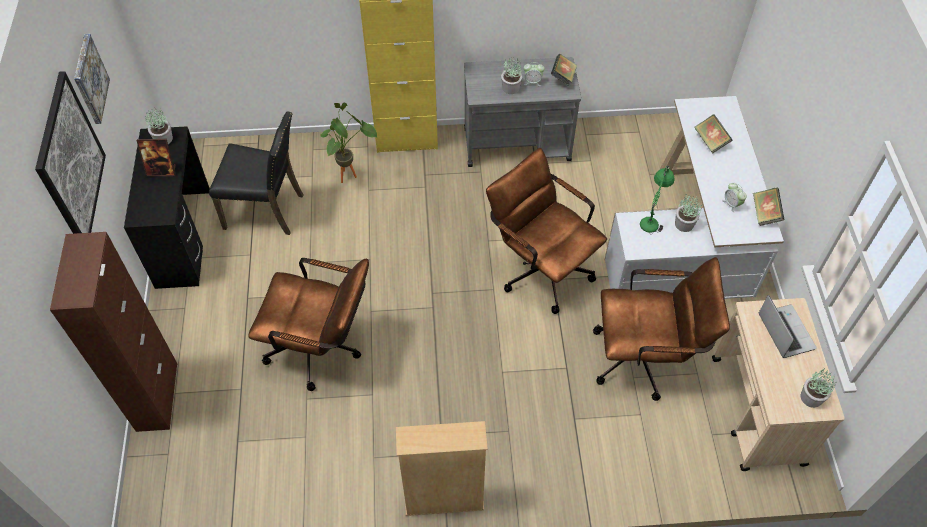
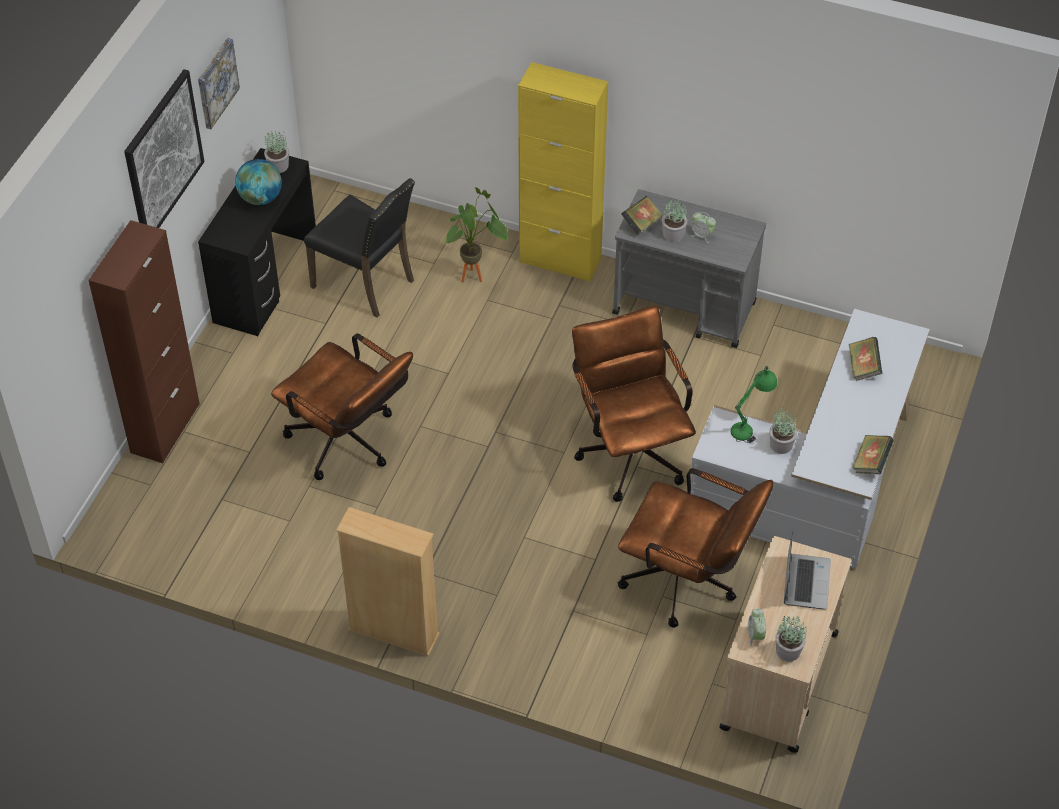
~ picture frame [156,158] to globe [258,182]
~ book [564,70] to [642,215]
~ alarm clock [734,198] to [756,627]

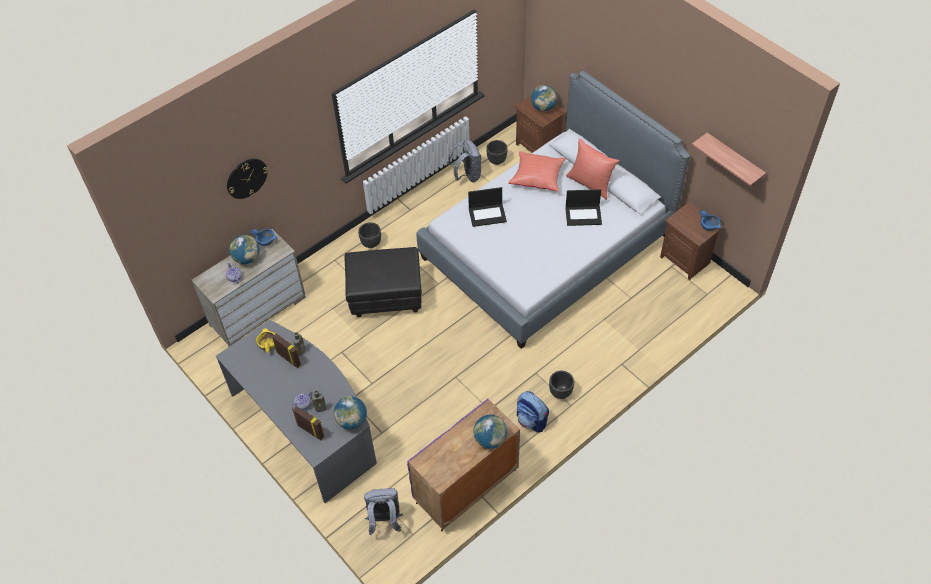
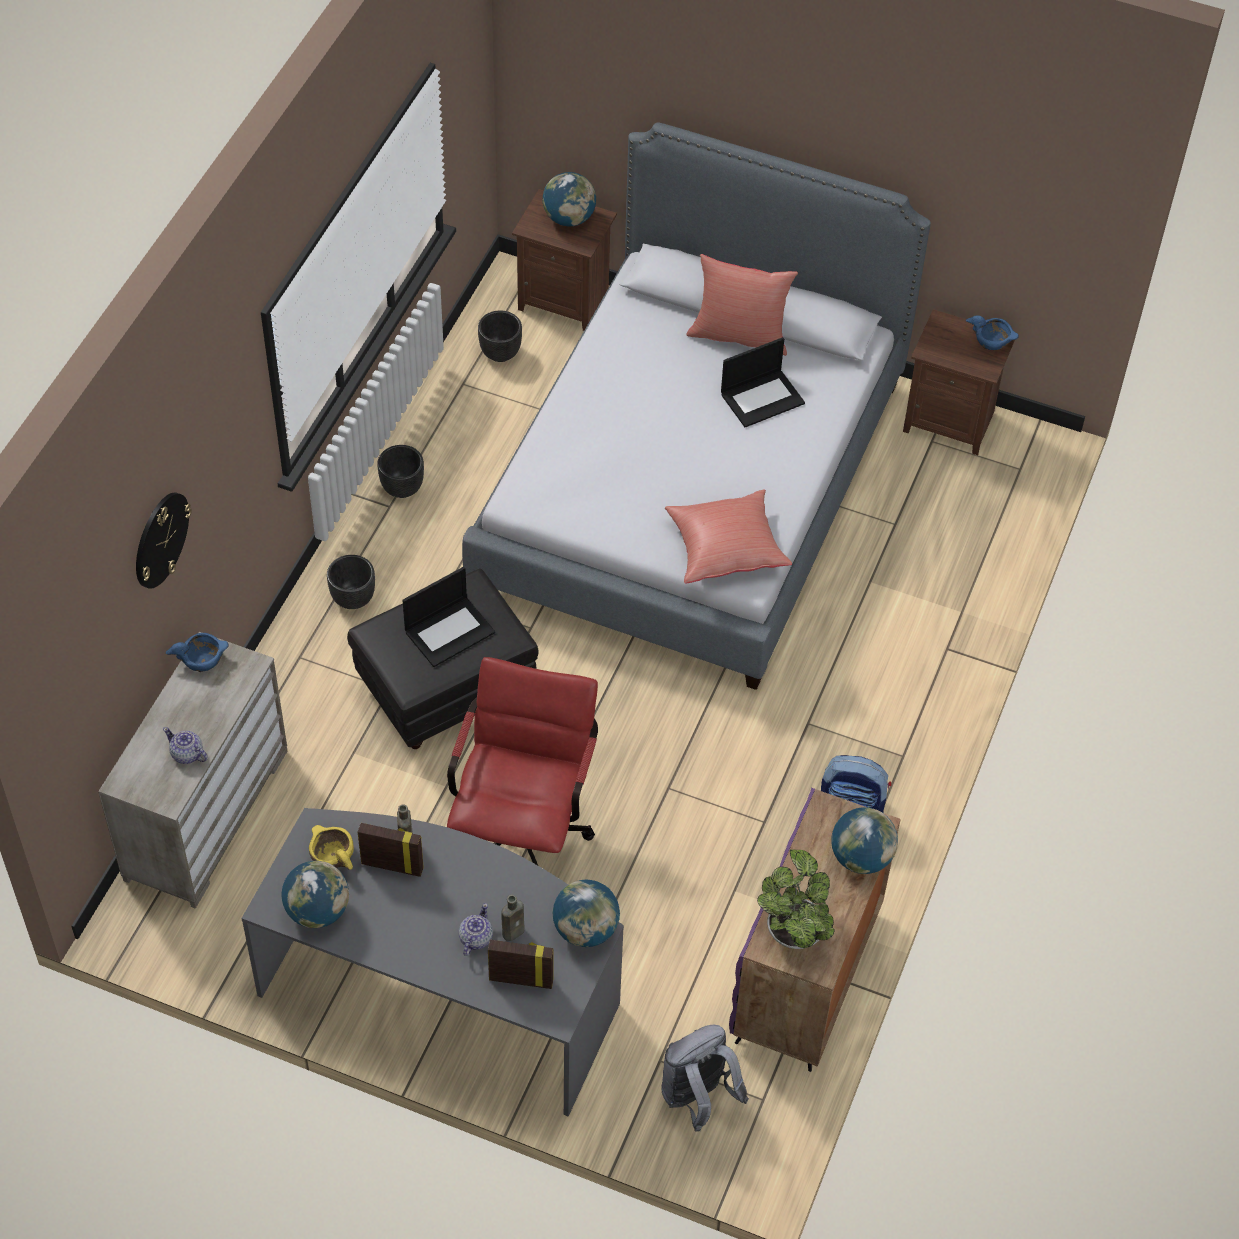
~ globe [244,249] to [315,894]
- backpack (grey) [465,161]
~ laptop [487,207] to [448,617]
~ pillow (red) [537,171] to [728,536]
~ planter (black) [561,385] to [400,471]
- shelf [729,159]
+ office chair (red) [522,761]
+ potted plant [796,899]

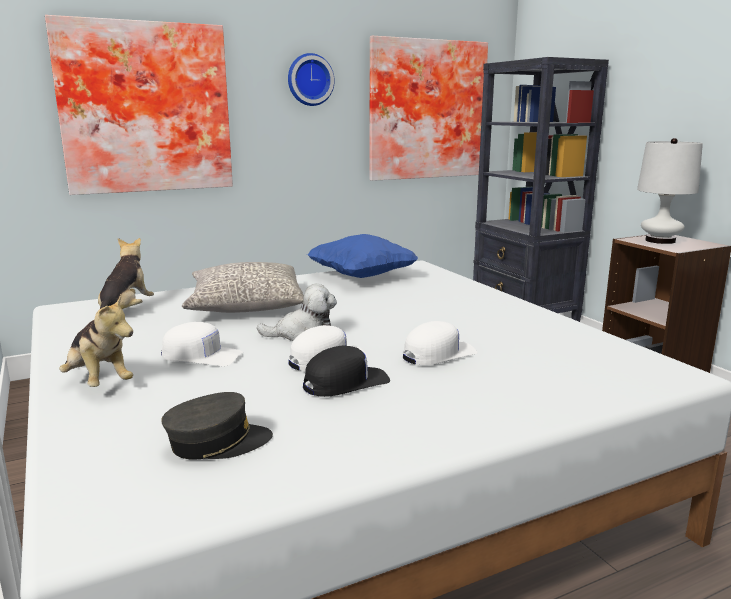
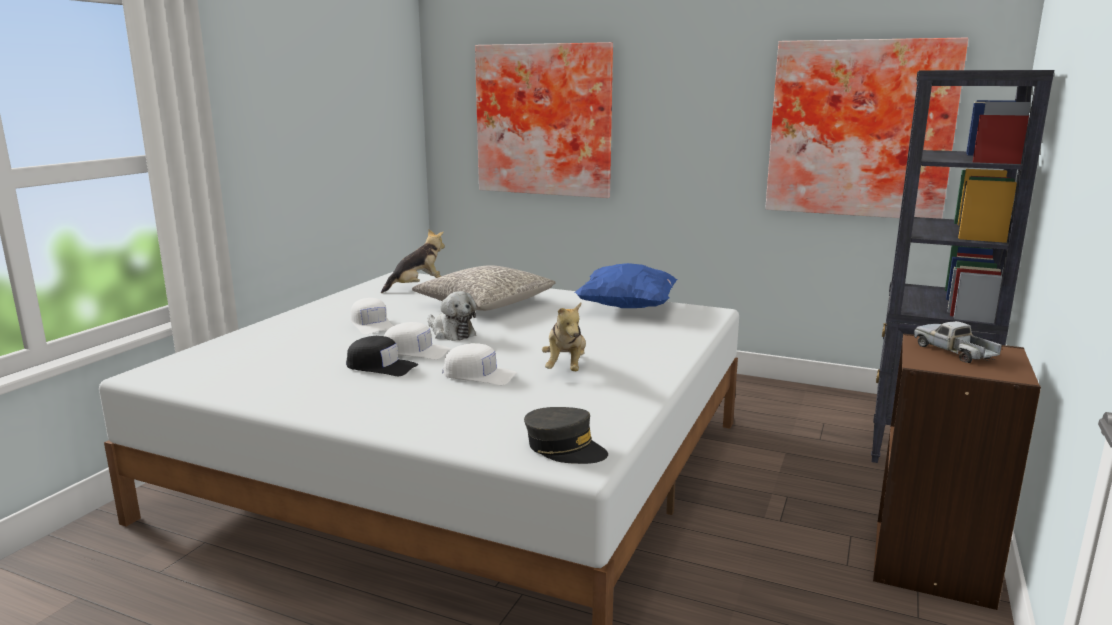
~ plush toy [96,341] to [564,336]
~ cap (grey) [217,426] to [566,435]
- wall clock [311,79]
~ table lamp (white) [670,191] to toy truck [958,342]

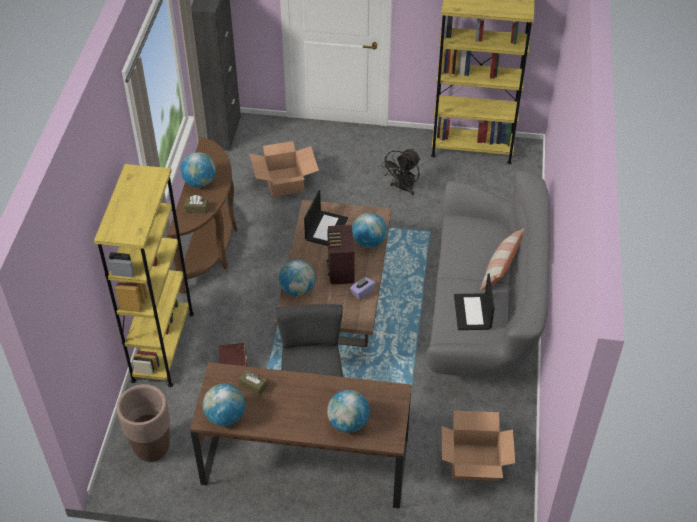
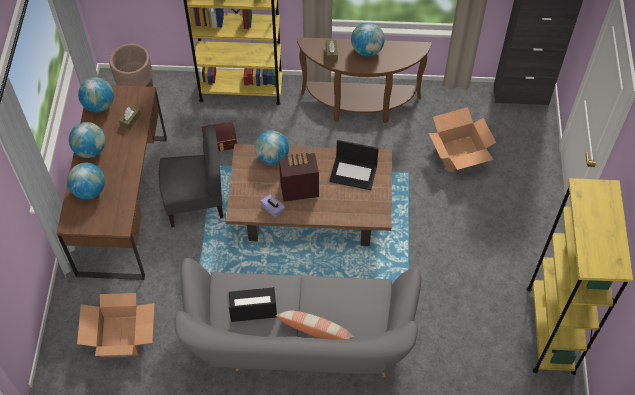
~ globe [369,230] to [87,140]
- fan (black) [401,172]

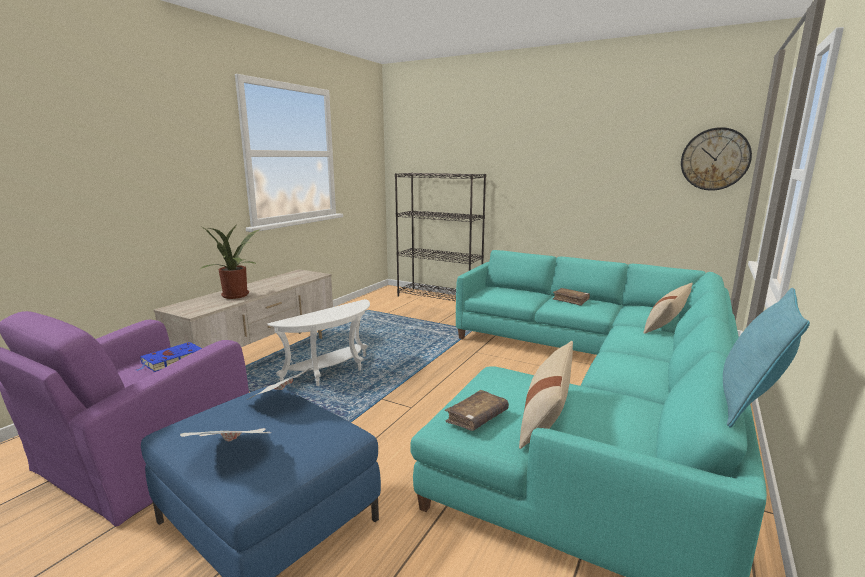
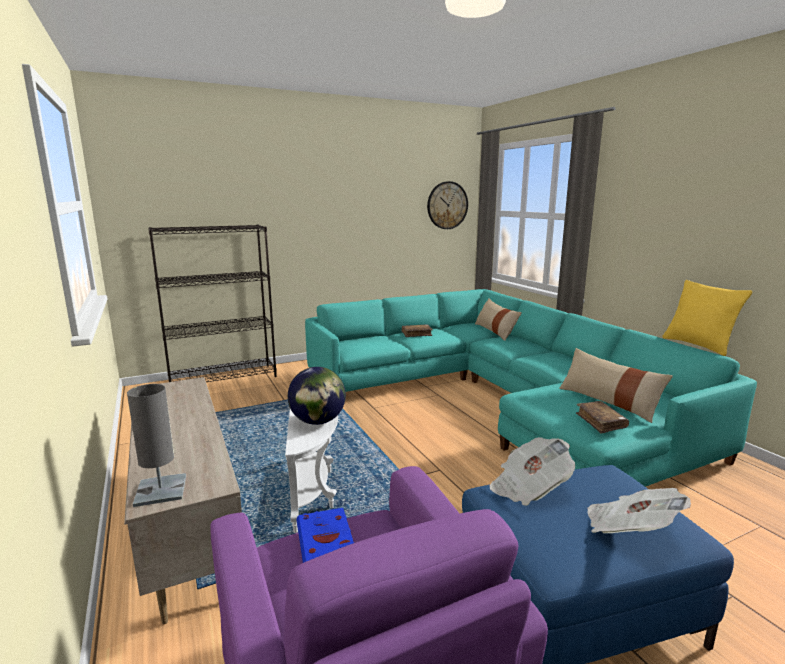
- potted plant [229,262]
~ pillow (turquoise) [766,357] to pillow (yellow) [707,318]
+ table lamp (grey) [156,445]
+ globe [317,396]

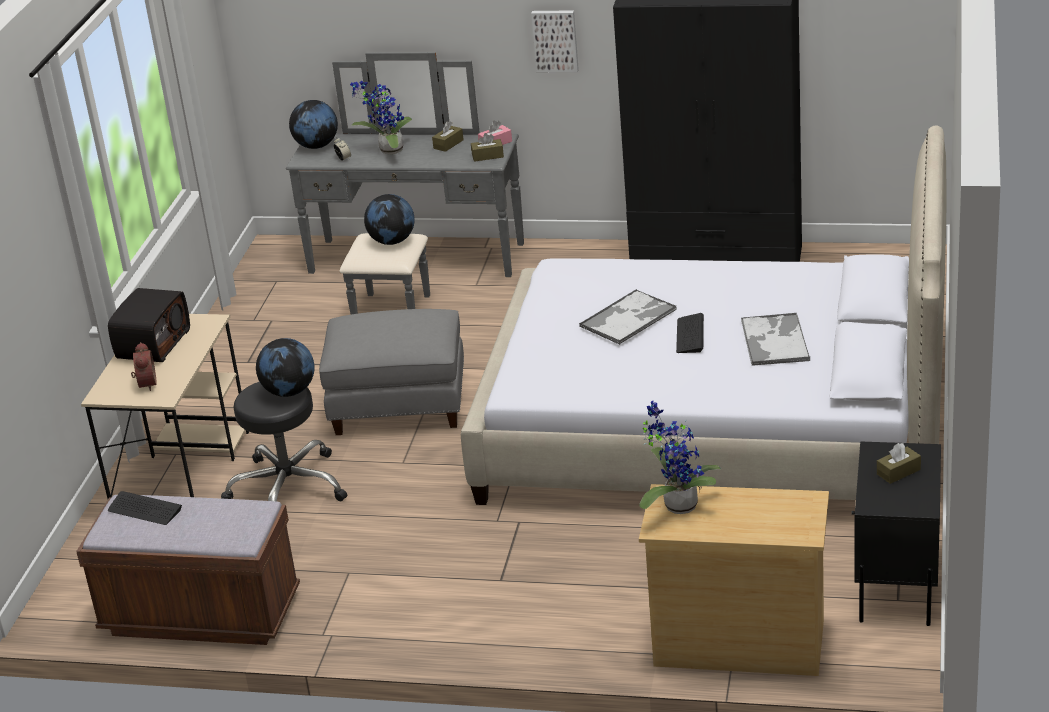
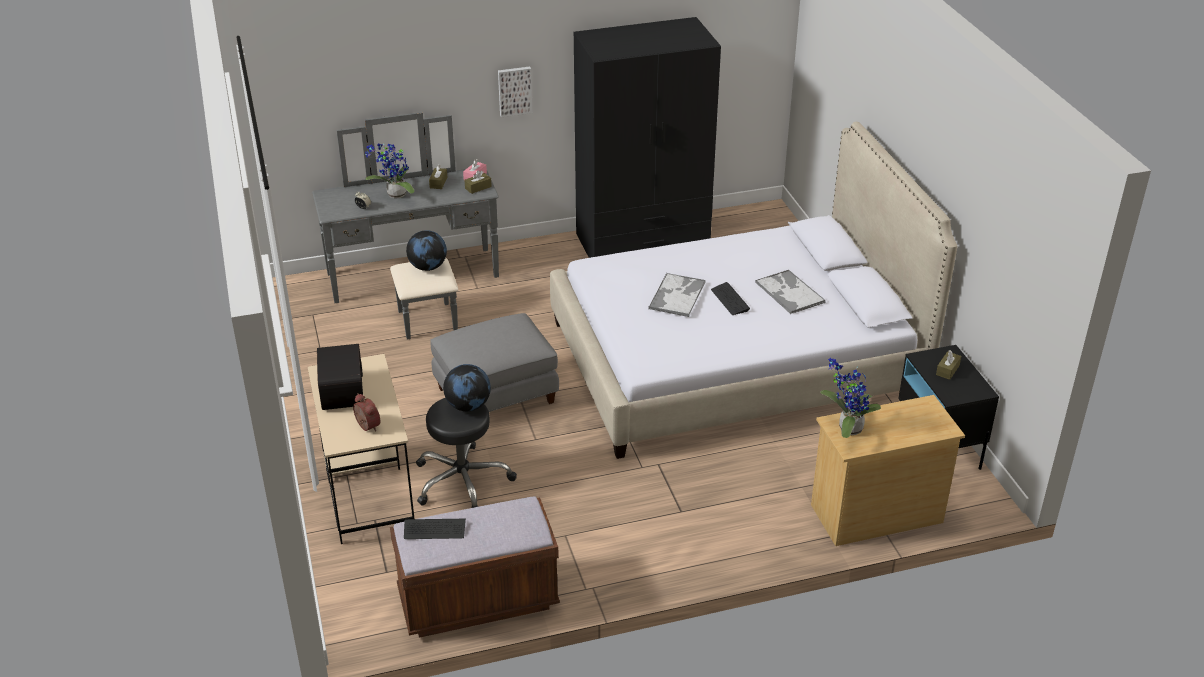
- globe [313,124]

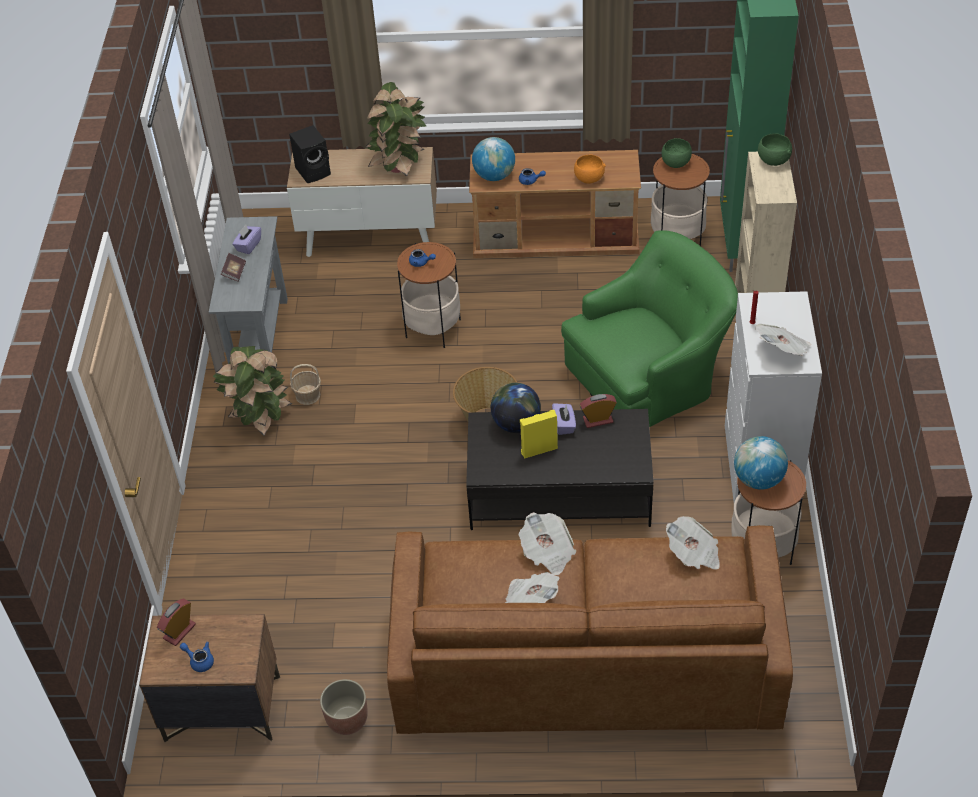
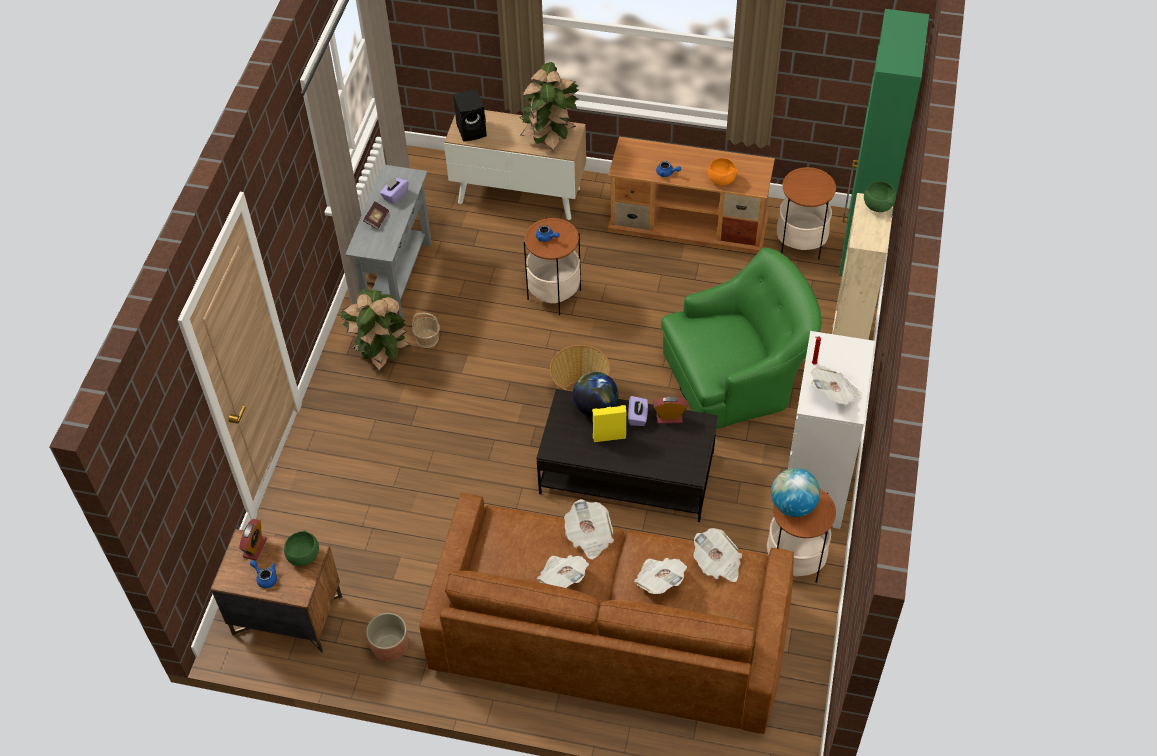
~ alarm clock [176,622] = [253,539] 150 degrees clockwise
- globe [493,159]
~ bowl (green) [676,153] to [301,548]
+ newspaper [660,576]

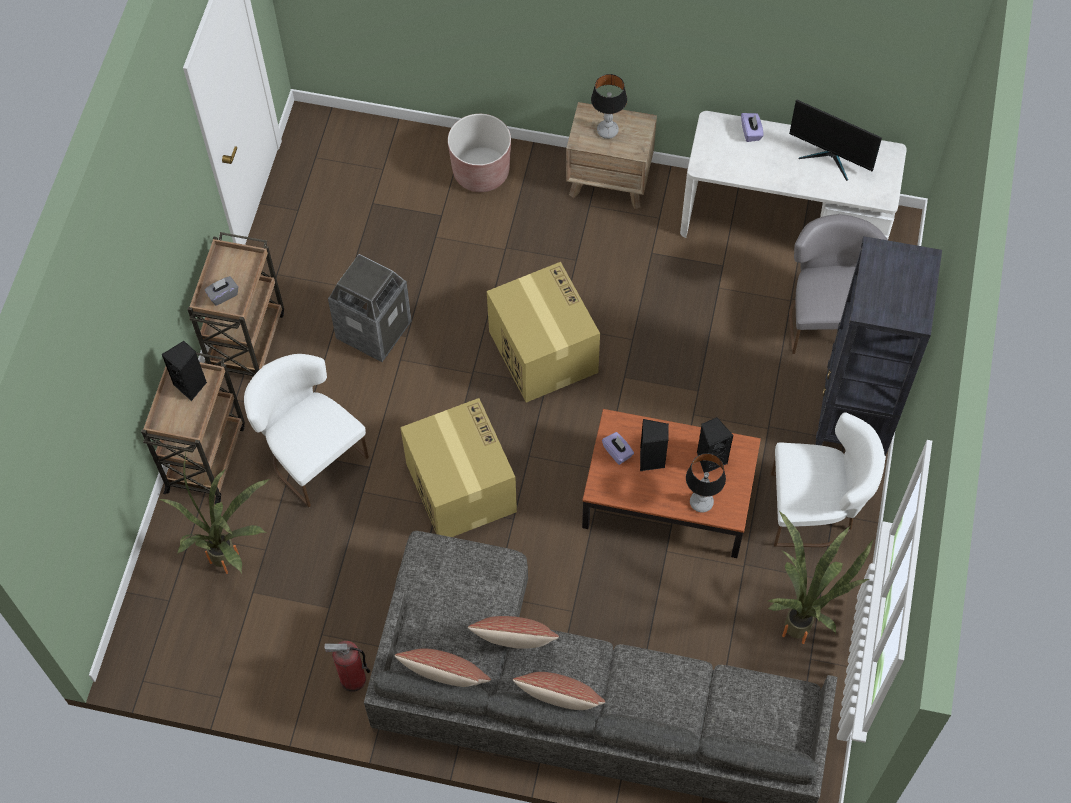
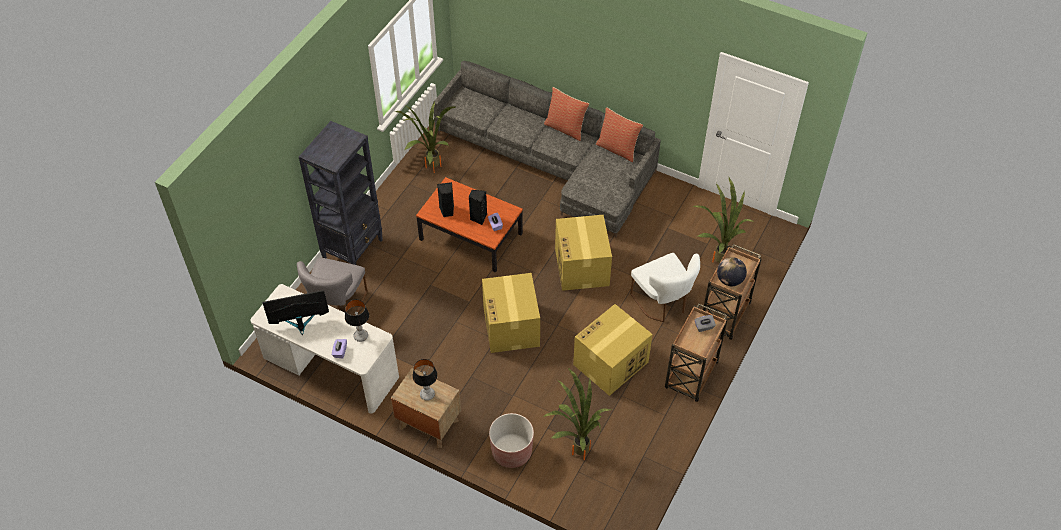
~ speaker (black) [184,371] to globe [732,271]
- fire extinguisher [347,666]
~ trash can [370,308] to cardboard box [613,350]
- pillow [513,632]
~ table lamp [706,483] to [357,320]
- chair (white) [828,479]
~ monitor [835,140] = [295,312] 60 degrees counterclockwise
+ potted plant [577,414]

